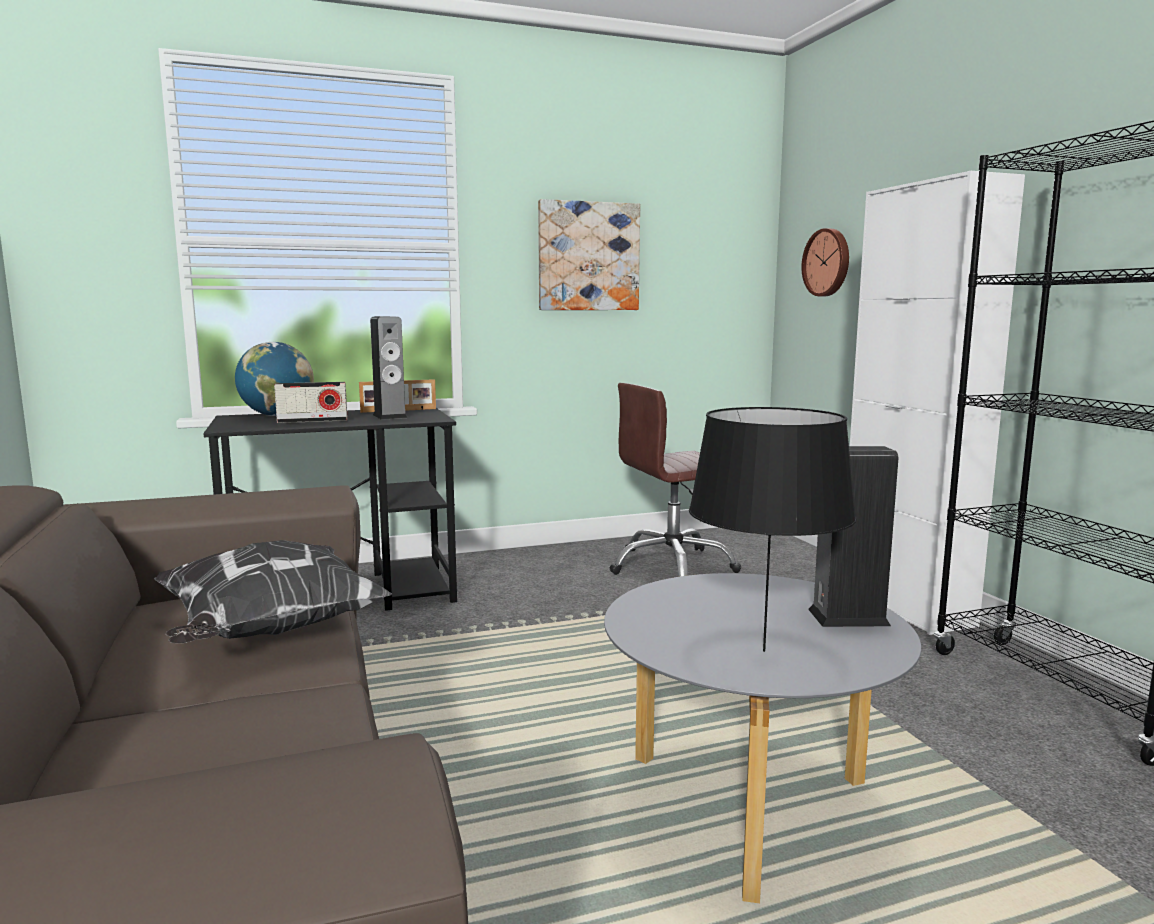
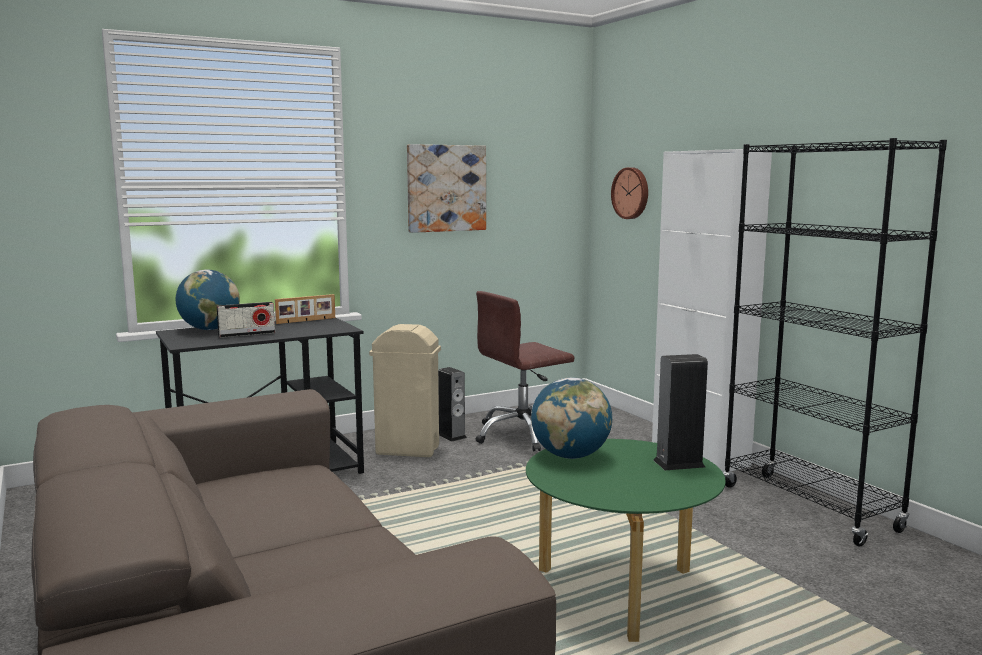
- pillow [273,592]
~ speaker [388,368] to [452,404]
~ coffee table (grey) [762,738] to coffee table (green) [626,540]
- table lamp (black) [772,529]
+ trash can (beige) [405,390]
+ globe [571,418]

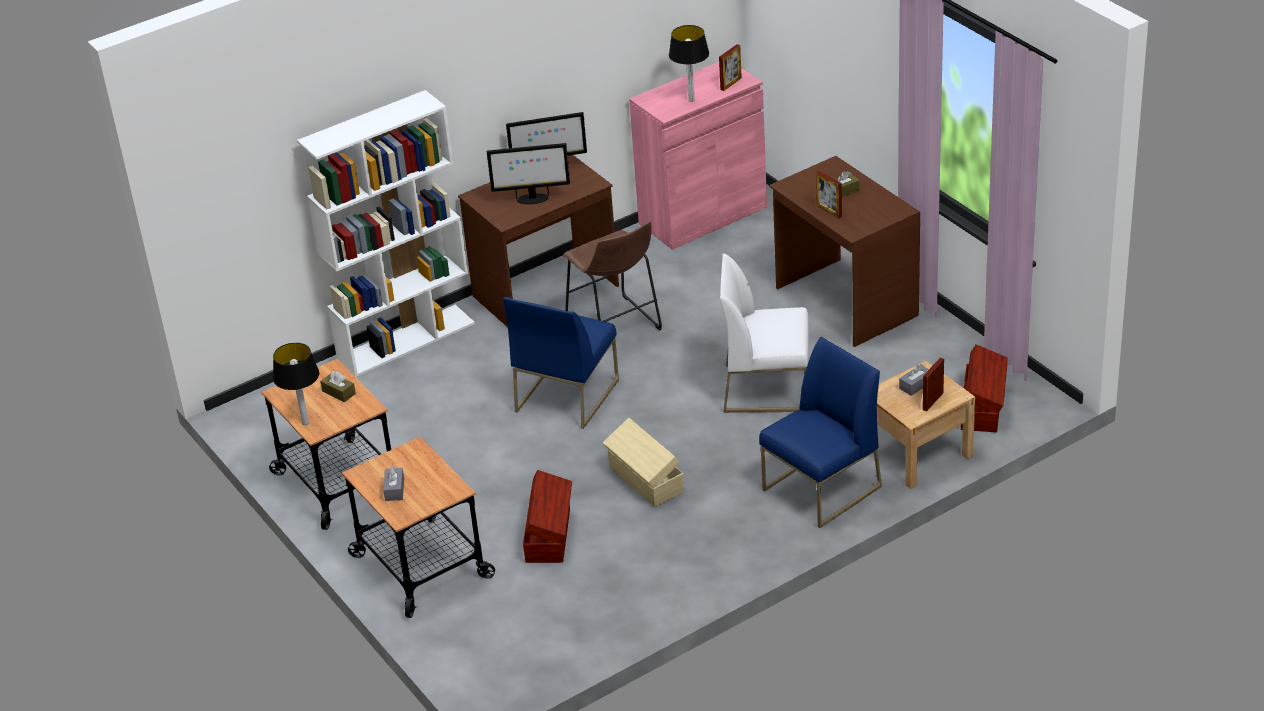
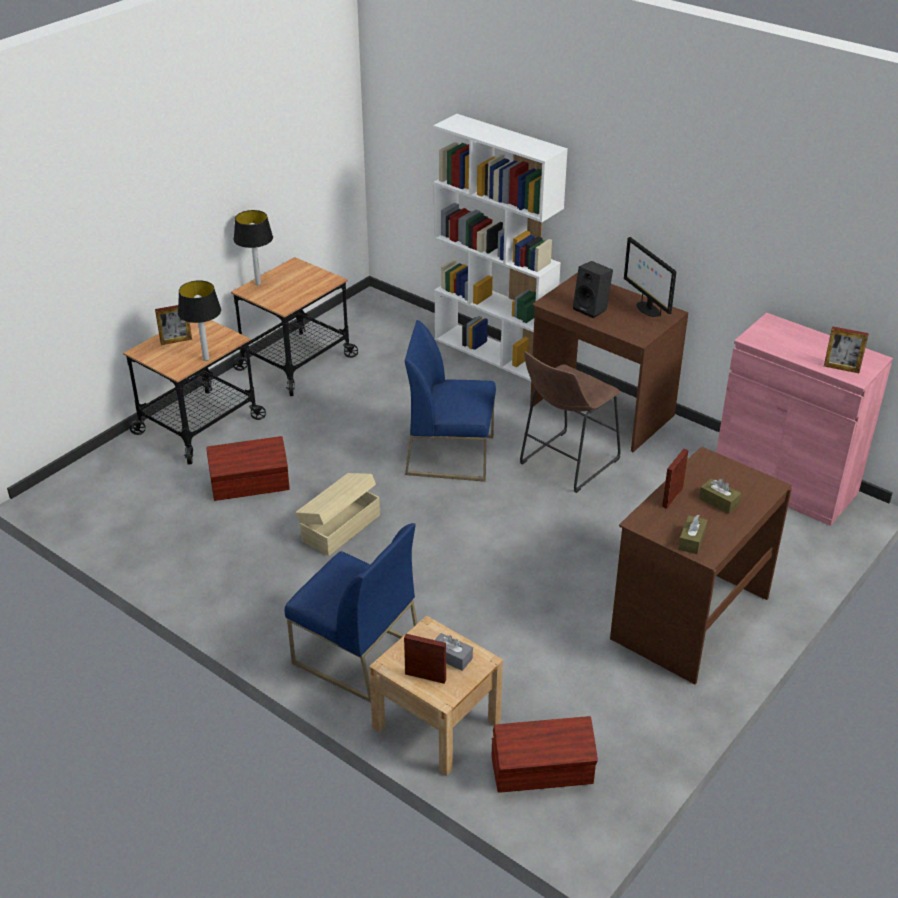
~ tissue box (brown) [338,386] to [692,534]
~ tissue box (grey) [393,483] to picture frame [173,325]
~ monitor [528,173] to speaker (black) [593,289]
~ table lamp [689,63] to [199,320]
- chair (white) [764,333]

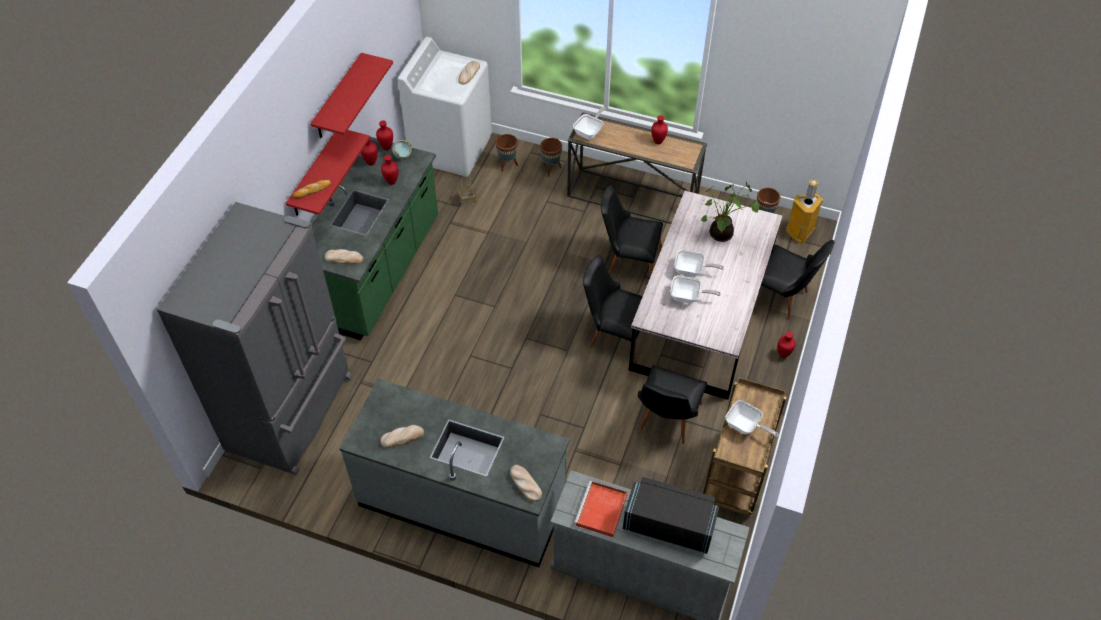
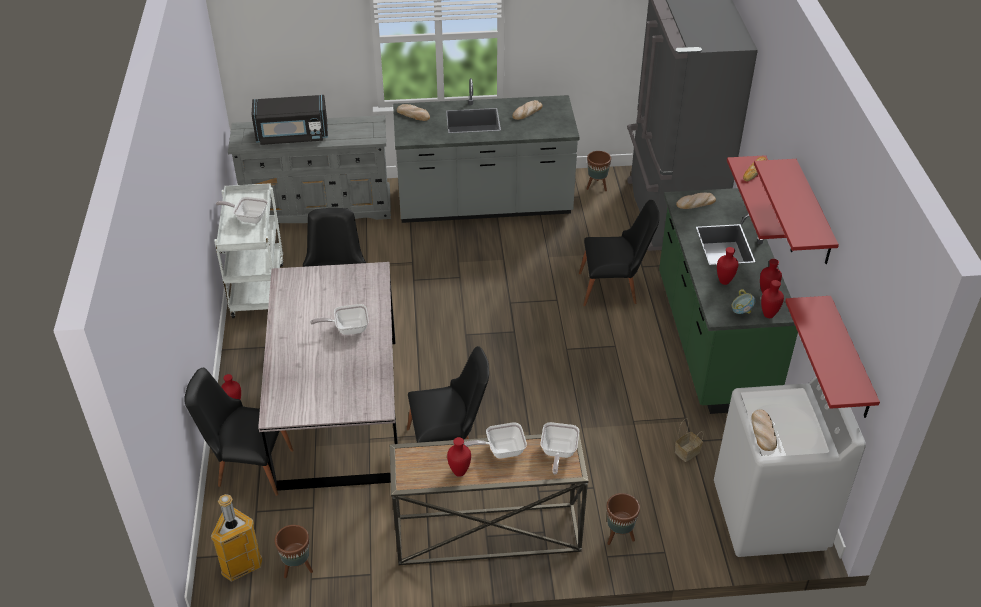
~ planter (brown) [507,153] to [598,171]
- tray (red) [601,509]
~ chair (black) [613,309] to [619,253]
~ frying pan [695,289] to [495,440]
- potted plant [730,212]
~ cart (brown) [745,446] to cart (white) [248,250]
+ shelf (red) [832,357]

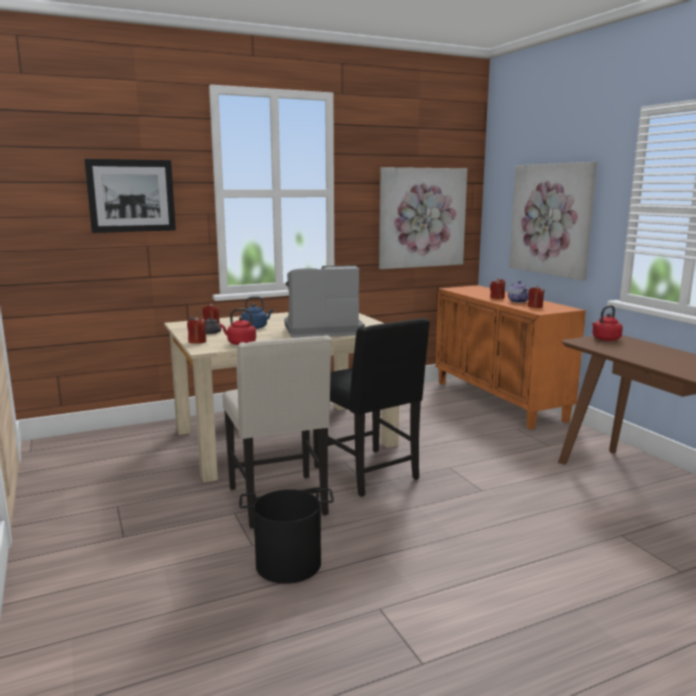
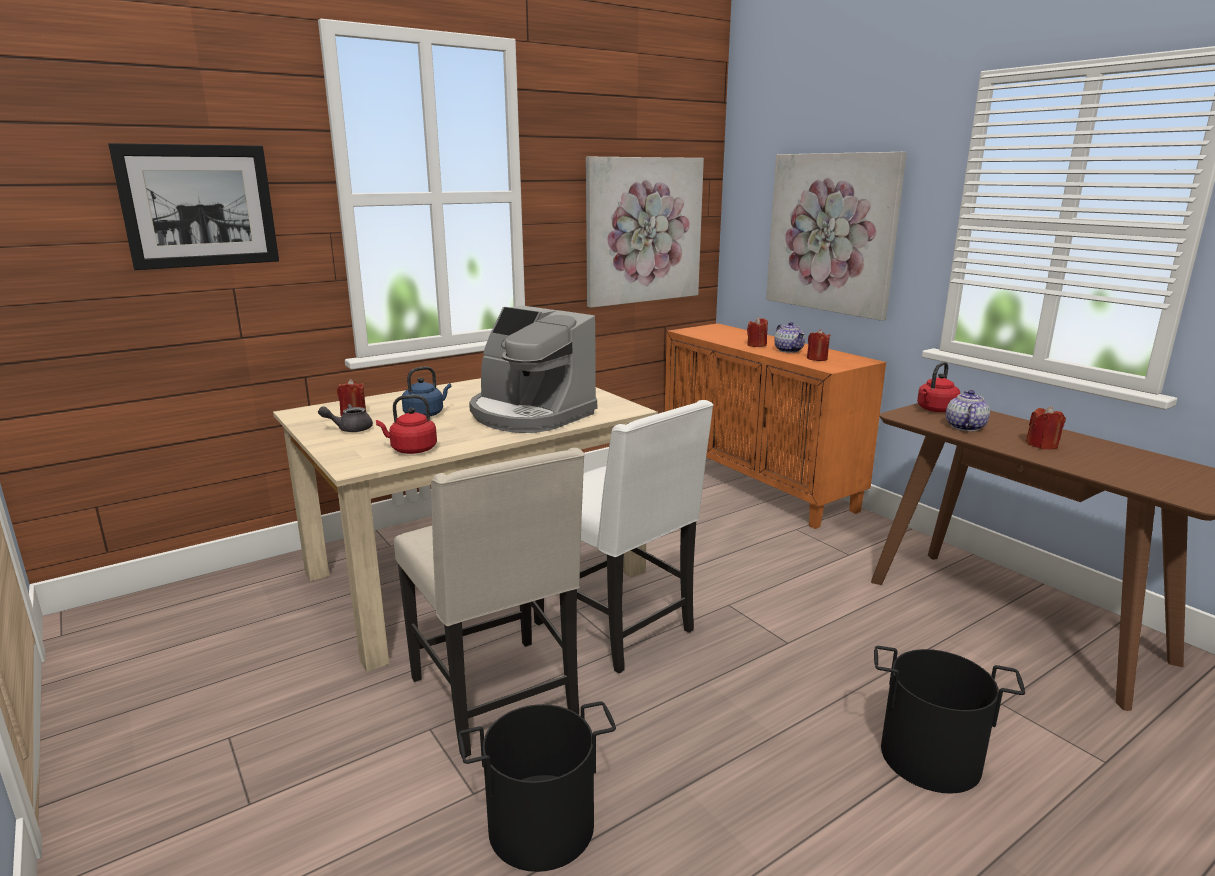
~ candle (red) [196,330] to [1046,428]
~ coffee machine [325,301] = [533,369] 120 degrees counterclockwise
~ chair (black) [371,407] to chair (white) [623,537]
+ bucket (black) [949,720]
+ teapot [968,410]

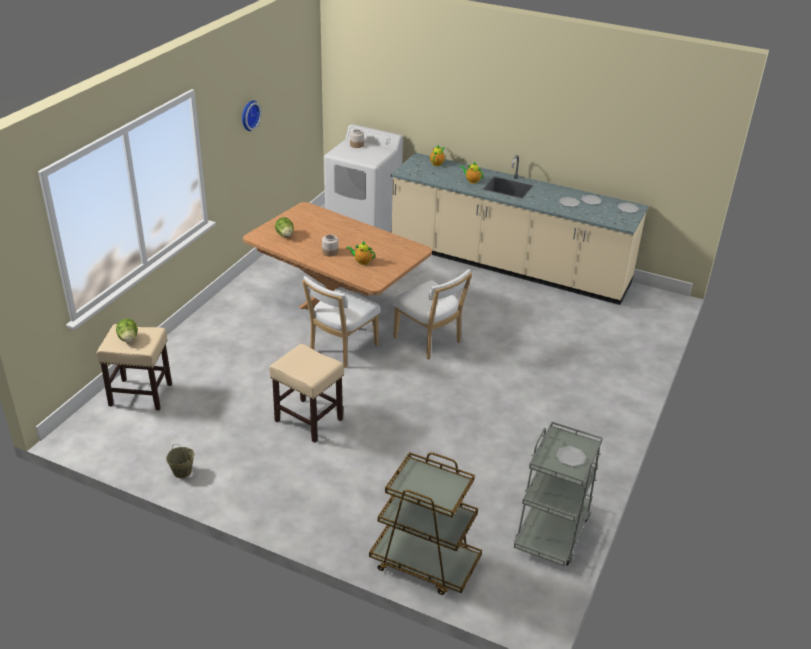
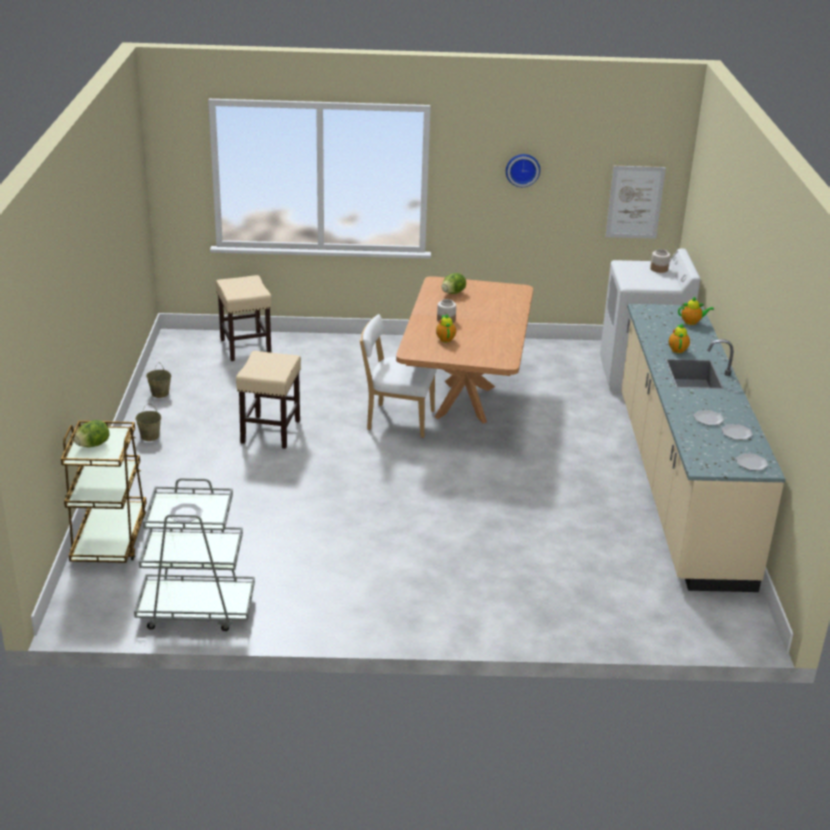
~ lettuce [127,330] to [91,433]
- chair (white) [432,314]
+ bucket (beige) [148,422]
+ picture [635,202]

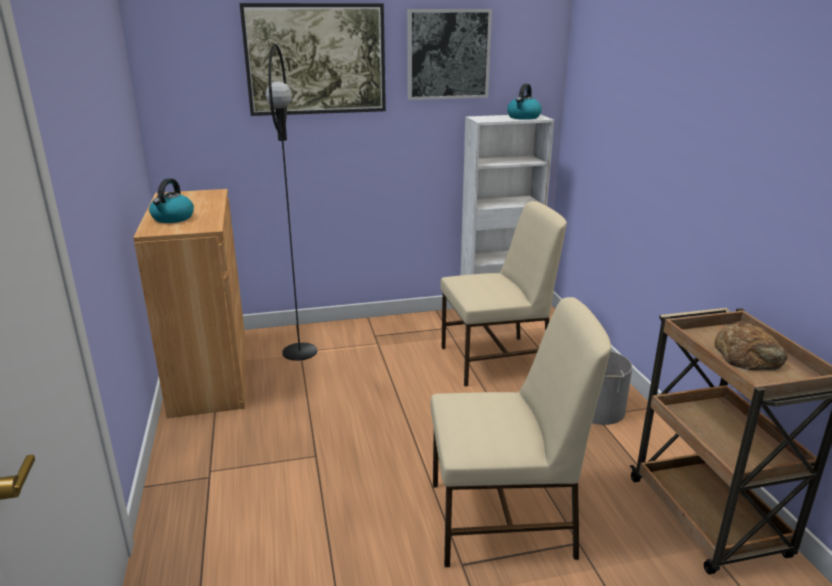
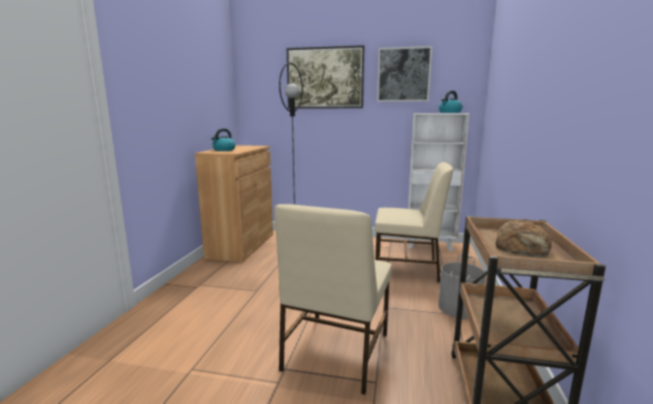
~ chair (beige) [521,432] = [333,299] 90 degrees clockwise

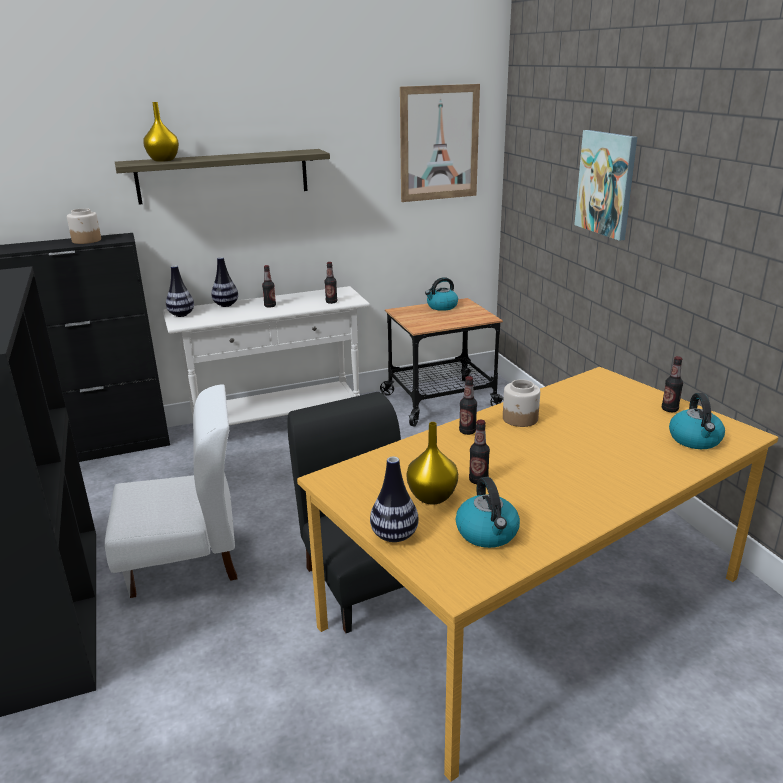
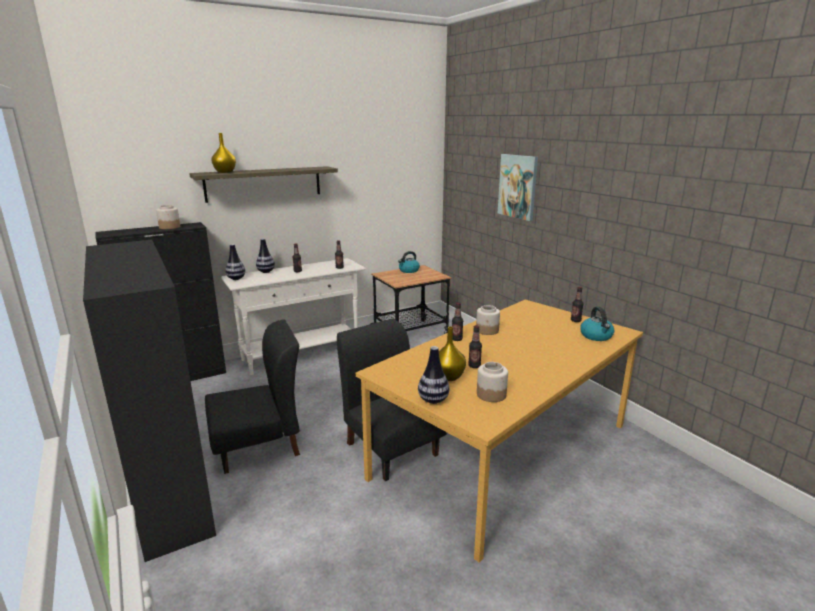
~ chair (white) [171,491] to chair (black) [252,396]
- picture [440,143]
~ kettle [488,512] to jar [492,382]

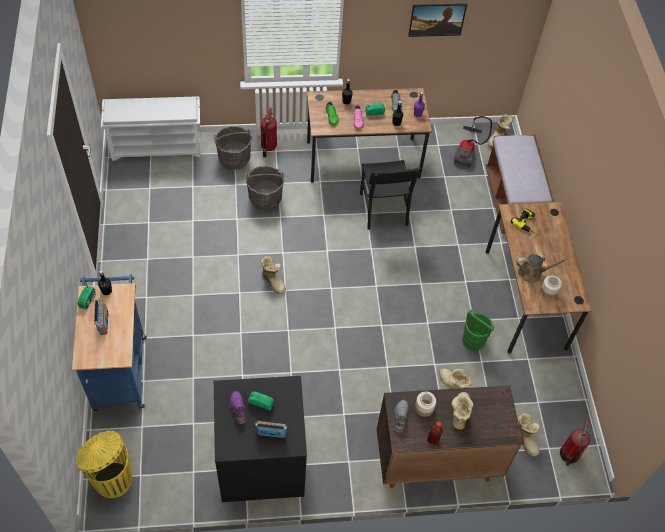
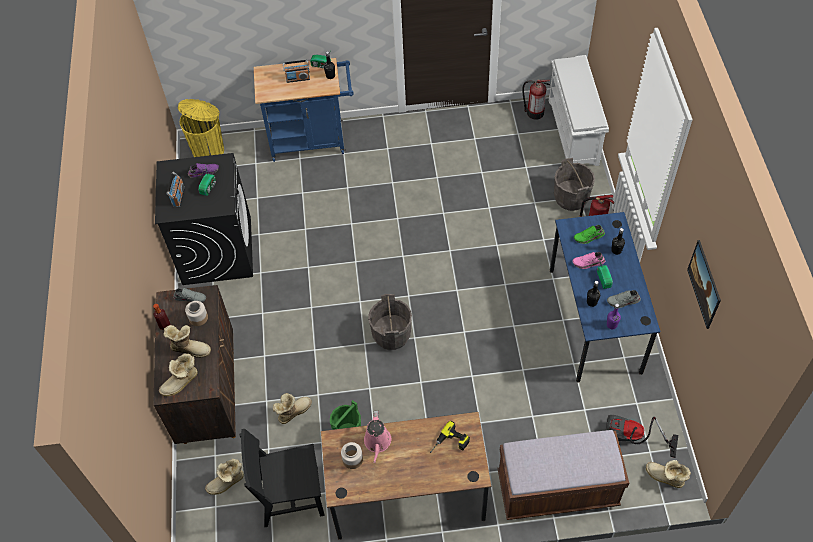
~ bucket (grey) [265,188] to [390,322]
~ boot [273,275] to [178,375]
~ desk (brown) [369,135] to desk (blue) [605,297]
~ chair (black) [390,195] to [282,478]
~ watering can (brown) [543,268] to watering can (pink) [377,437]
~ fire extinguisher [575,443] to [536,100]

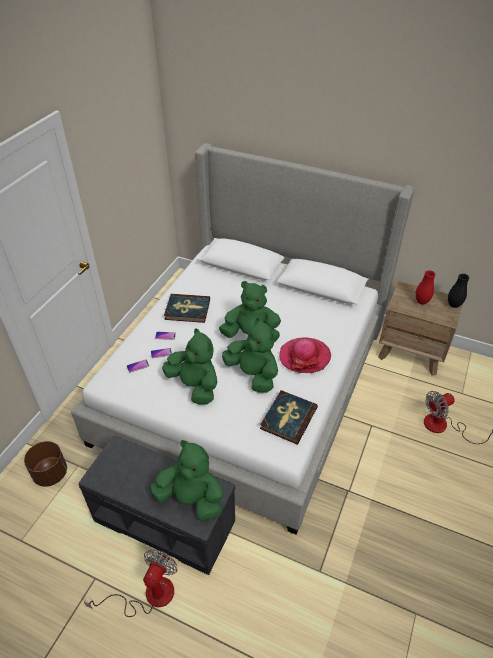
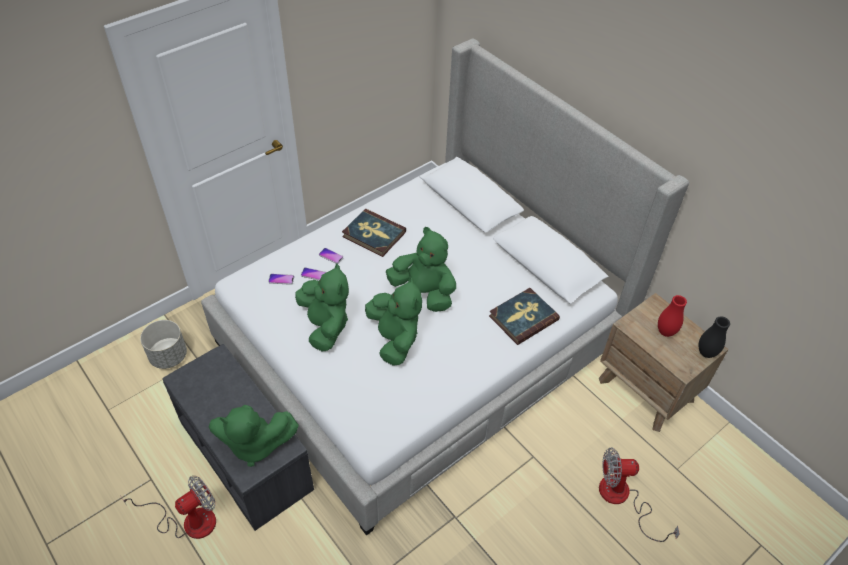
~ planter (brown) [45,464] to planter (grey) [163,344]
~ plush toy (green) [186,480] = [254,436] 135 degrees clockwise
~ book [289,417] to [524,316]
- hat [305,355]

